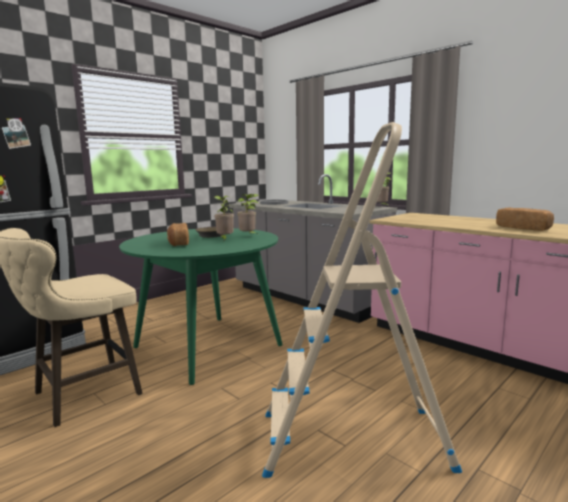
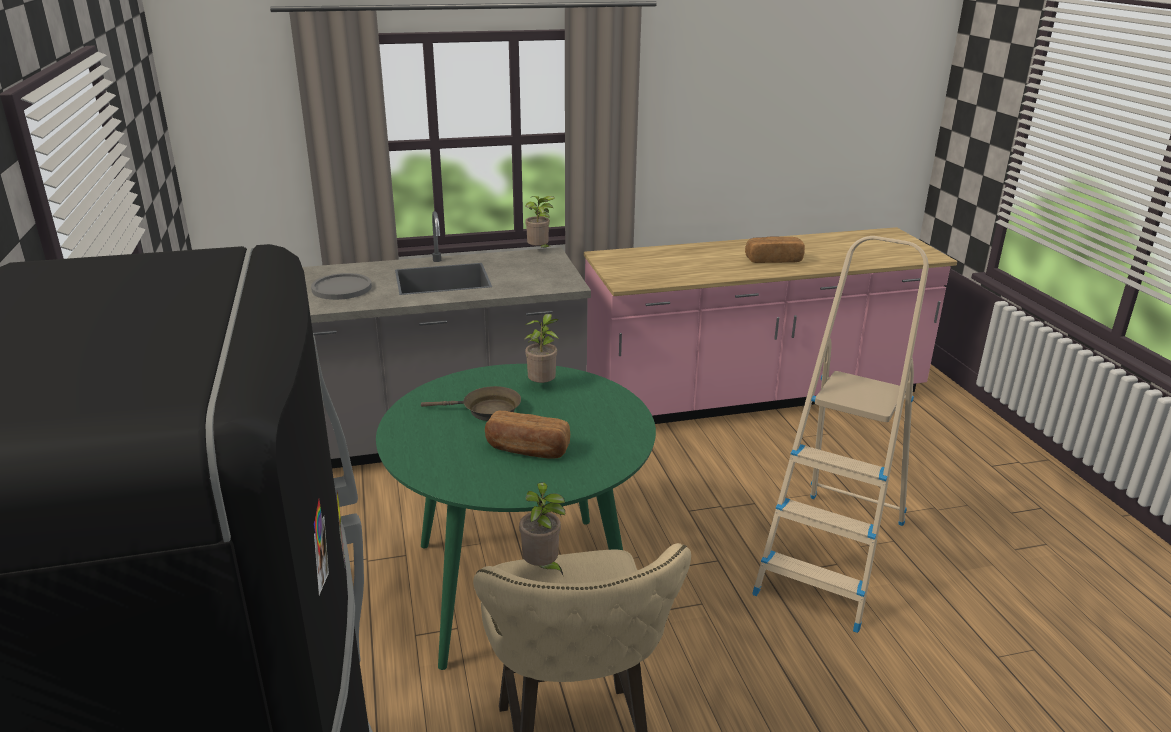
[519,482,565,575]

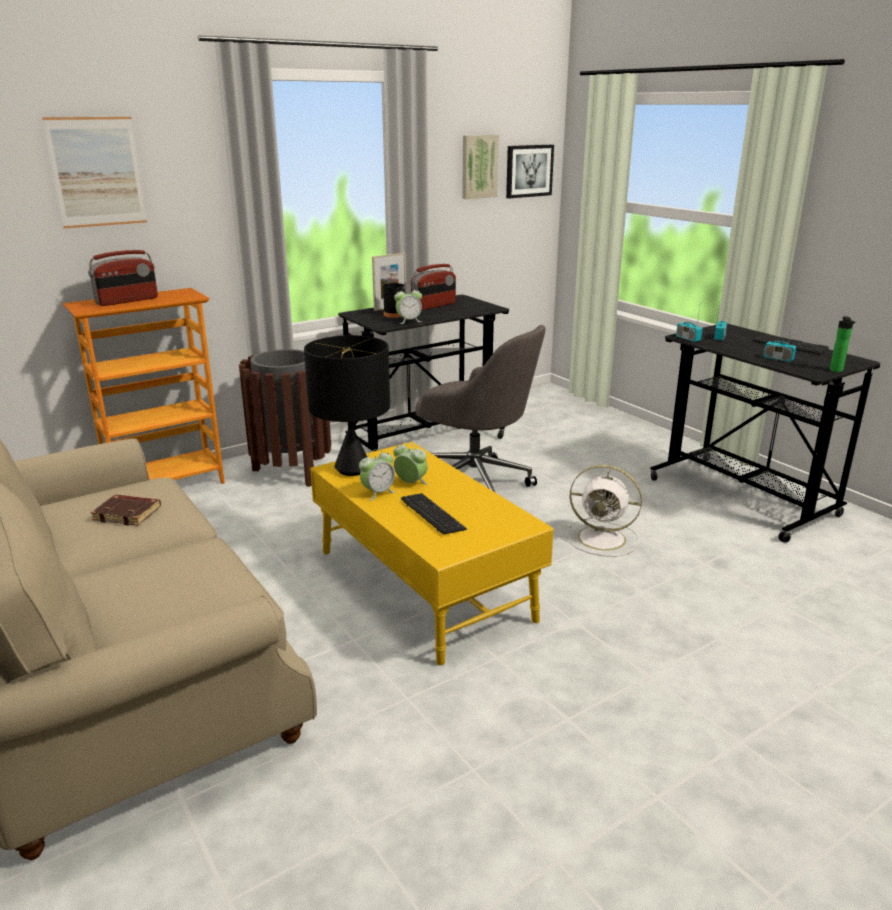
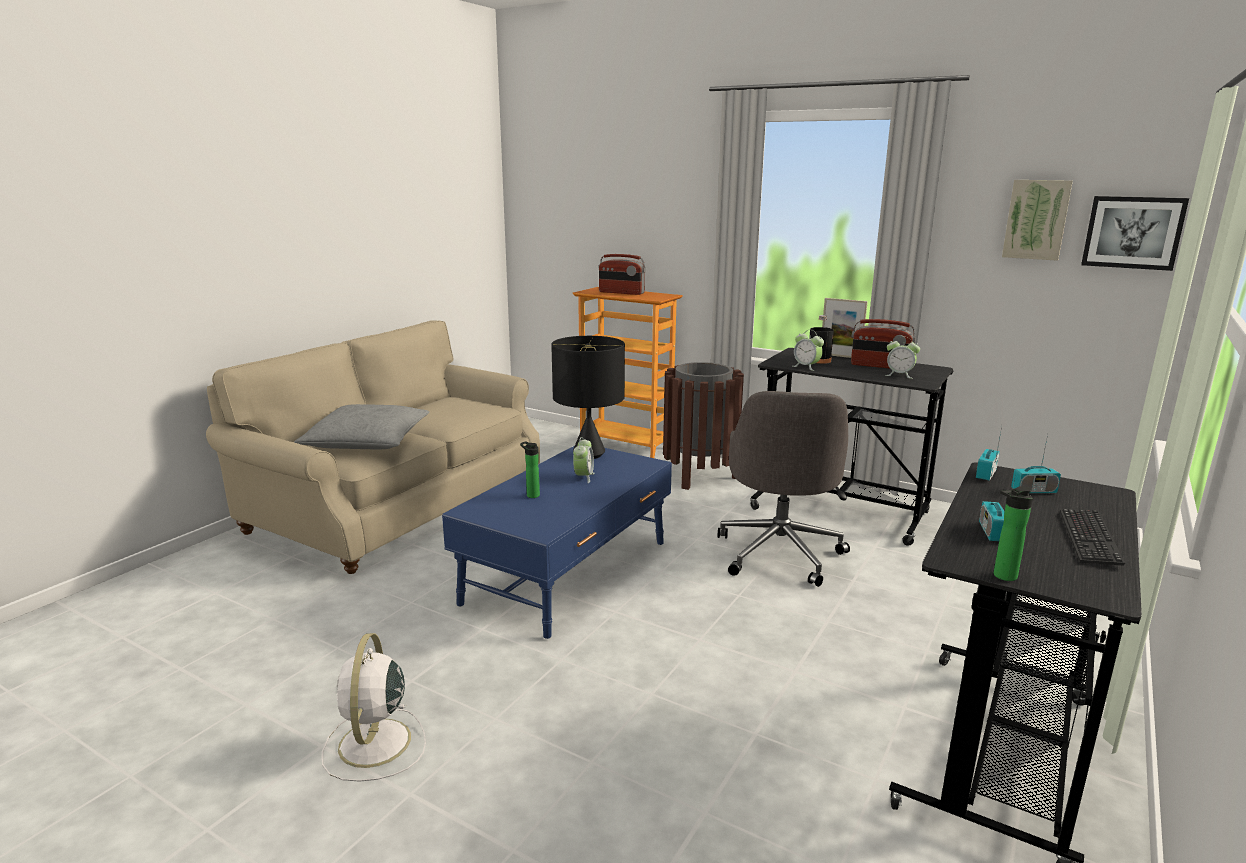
[42,117,147,229] (first image)
[442,446,672,639]
[885,337,920,379]
[322,633,426,782]
[520,441,540,498]
[91,495,161,526] (first image)
[294,404,429,449]

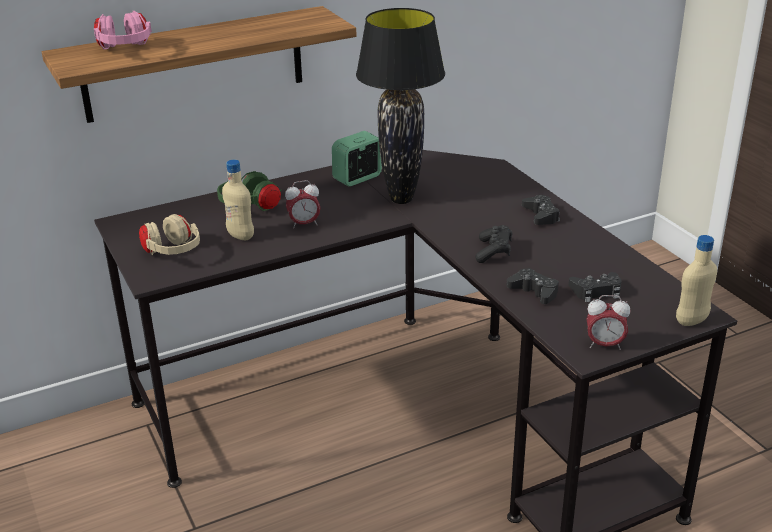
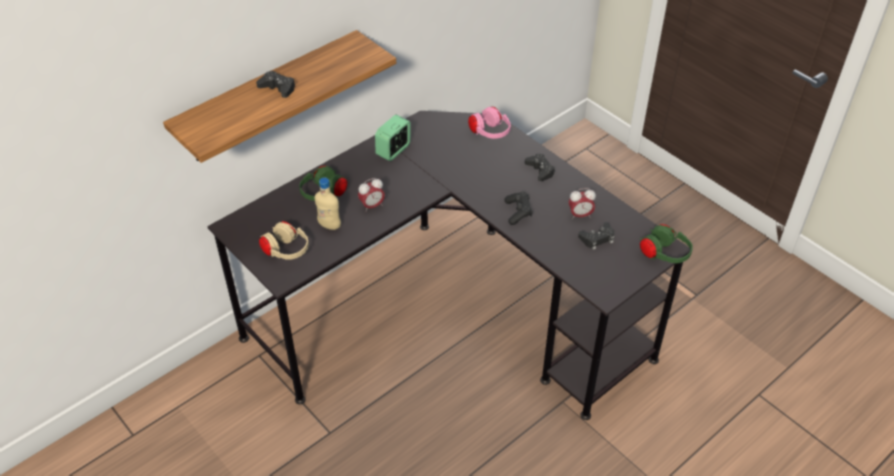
[356,8,445,204] (first image)
[468,107,511,139]
[640,224,693,263]
[256,71,295,98]
[569,188,596,219]

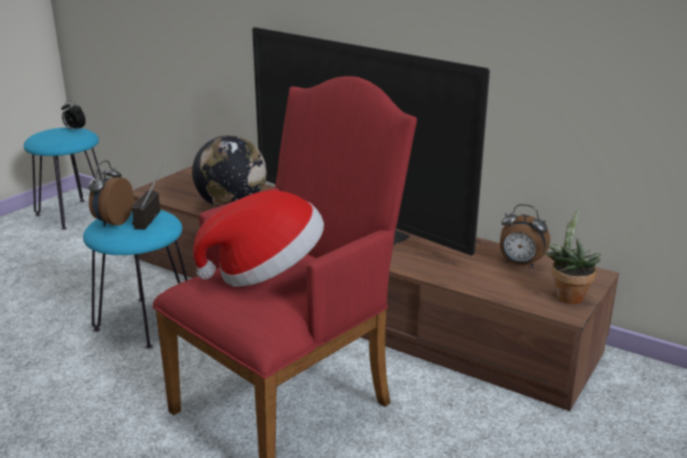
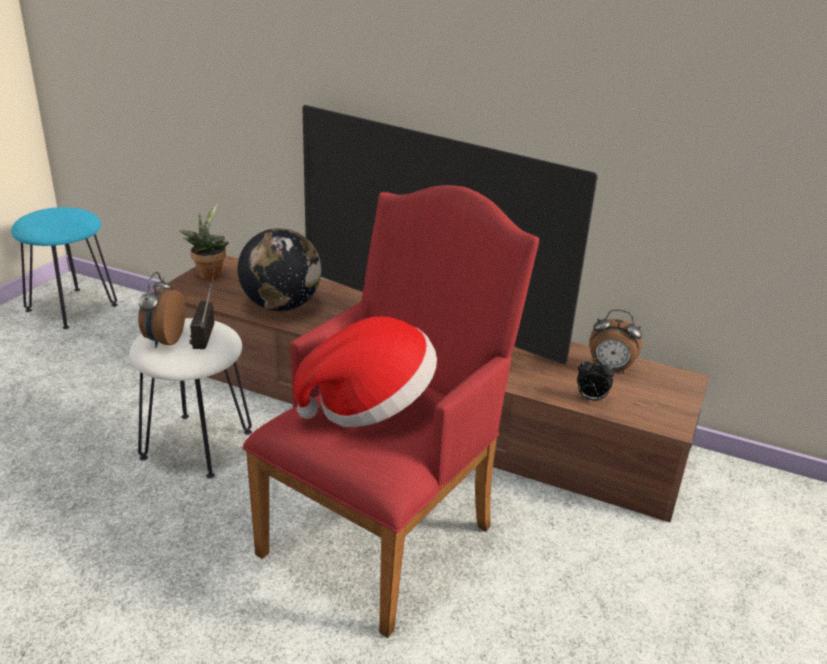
[577,358,615,401]
[178,202,229,280]
[129,318,252,478]

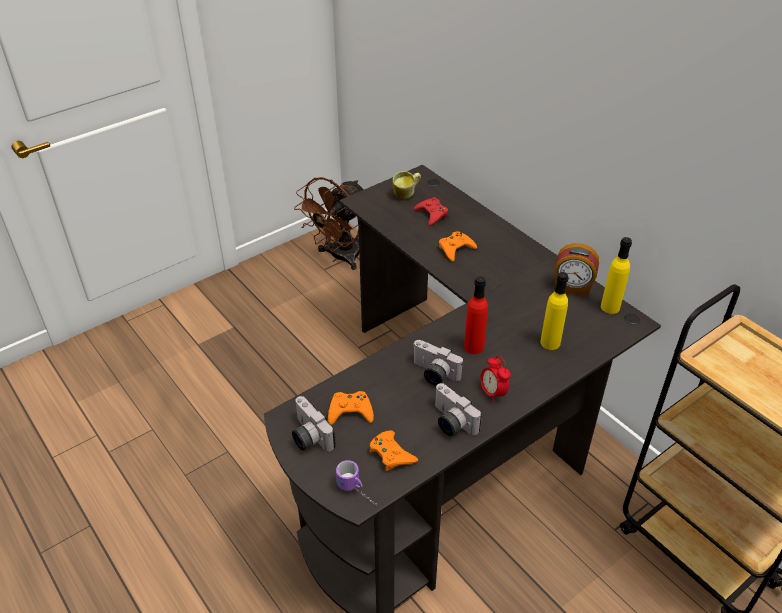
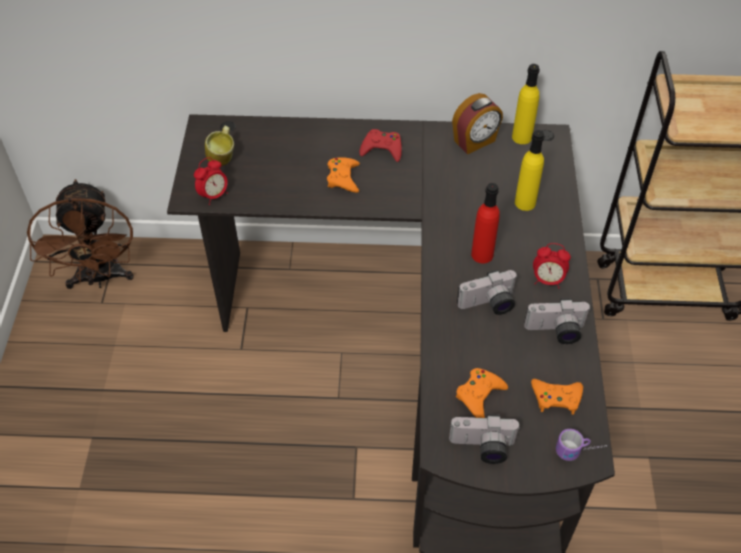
[359,129,402,162]
[194,157,228,205]

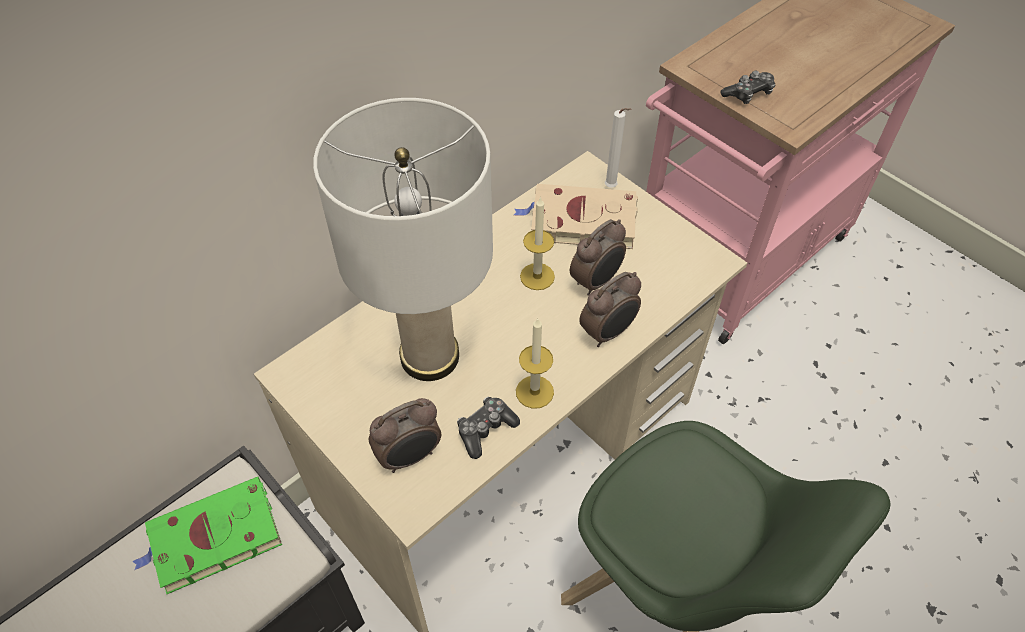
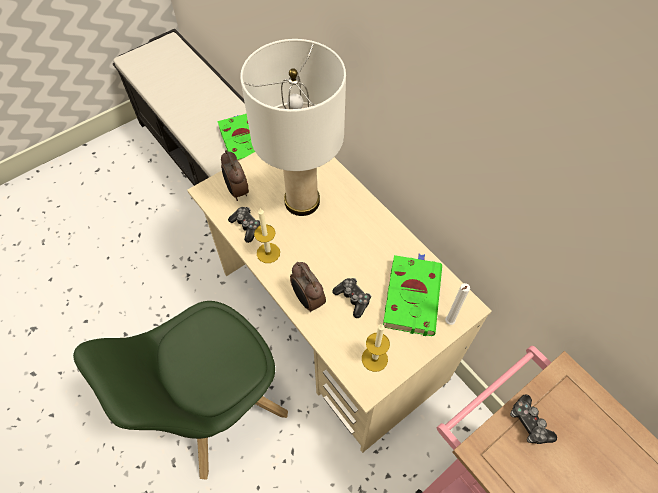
[383,254,442,336]
[362,324,390,372]
[332,278,371,318]

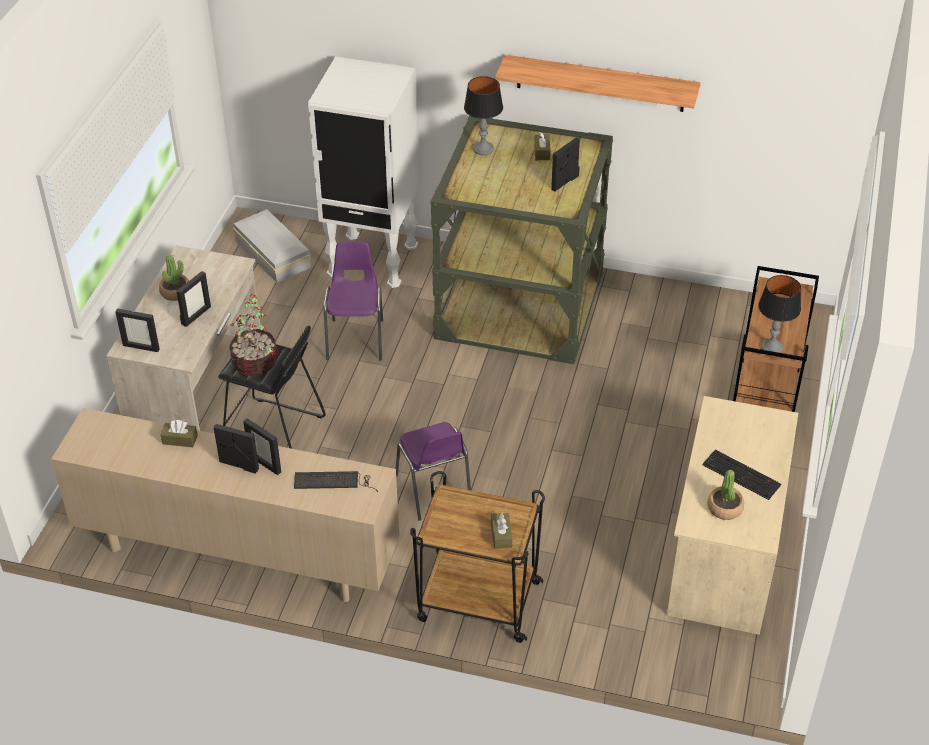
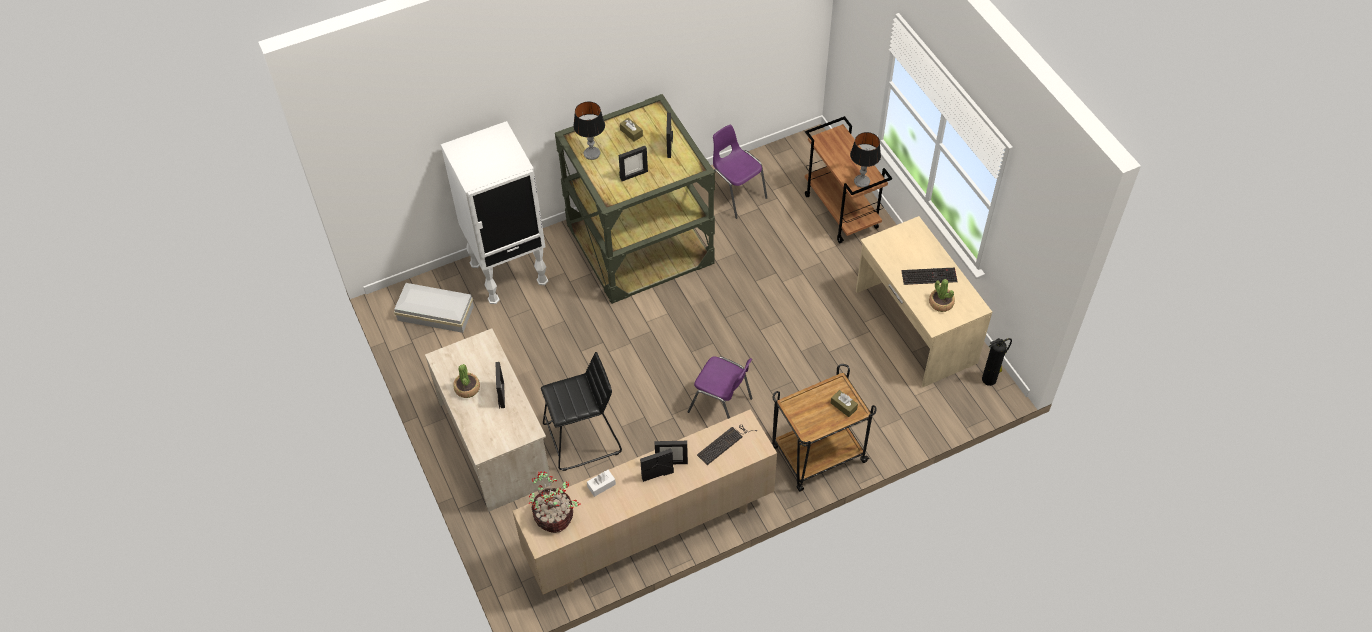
[495,55,701,112] (first image)
[708,125,767,219]
[529,471,581,533]
[619,146,648,181]
[587,470,616,497]
[982,338,1012,386]

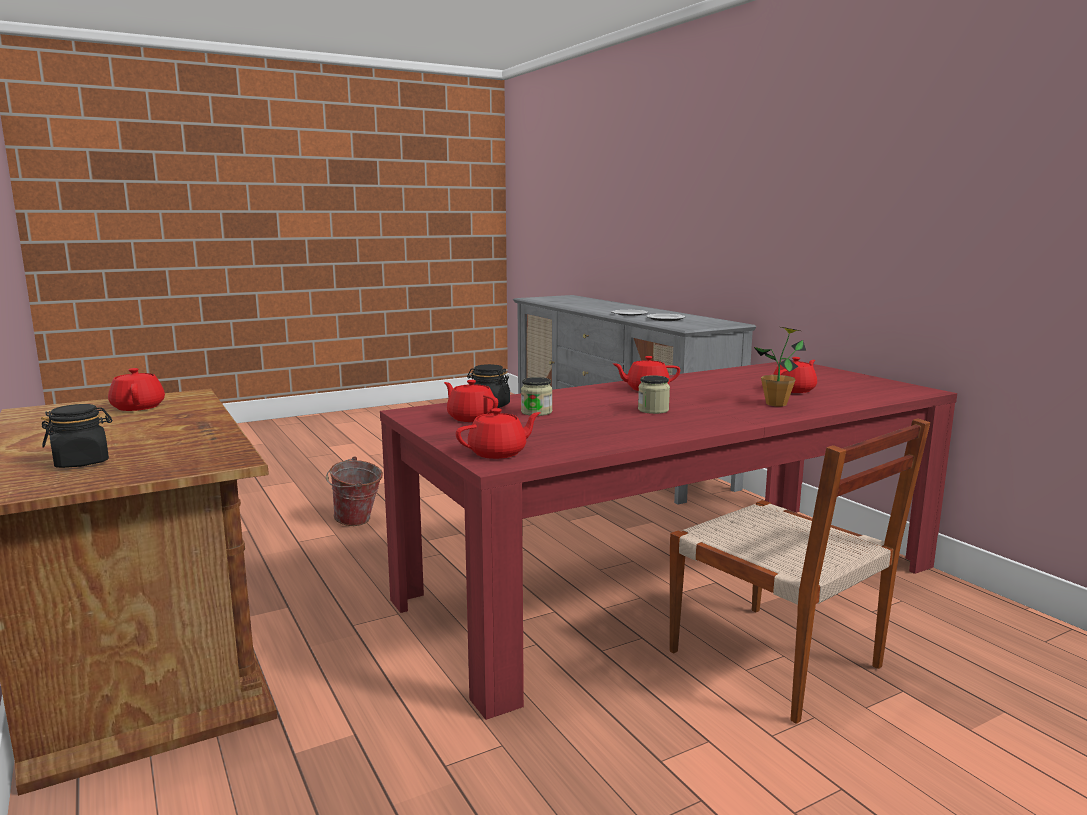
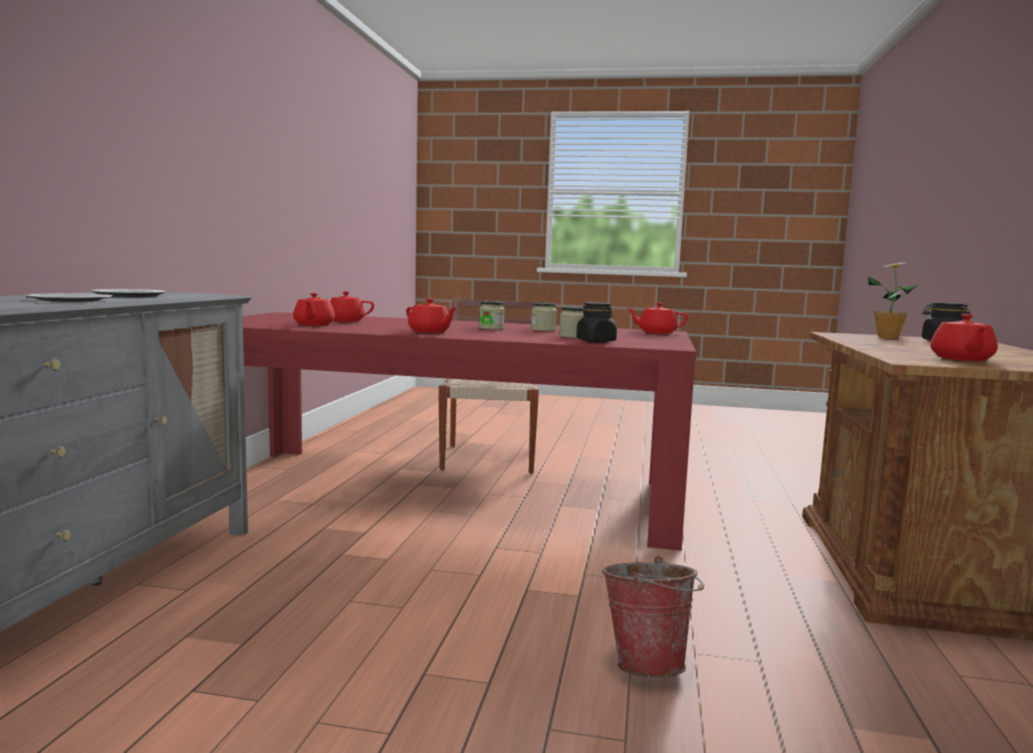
[868,262,918,338]
[293,293,335,325]
[531,303,557,331]

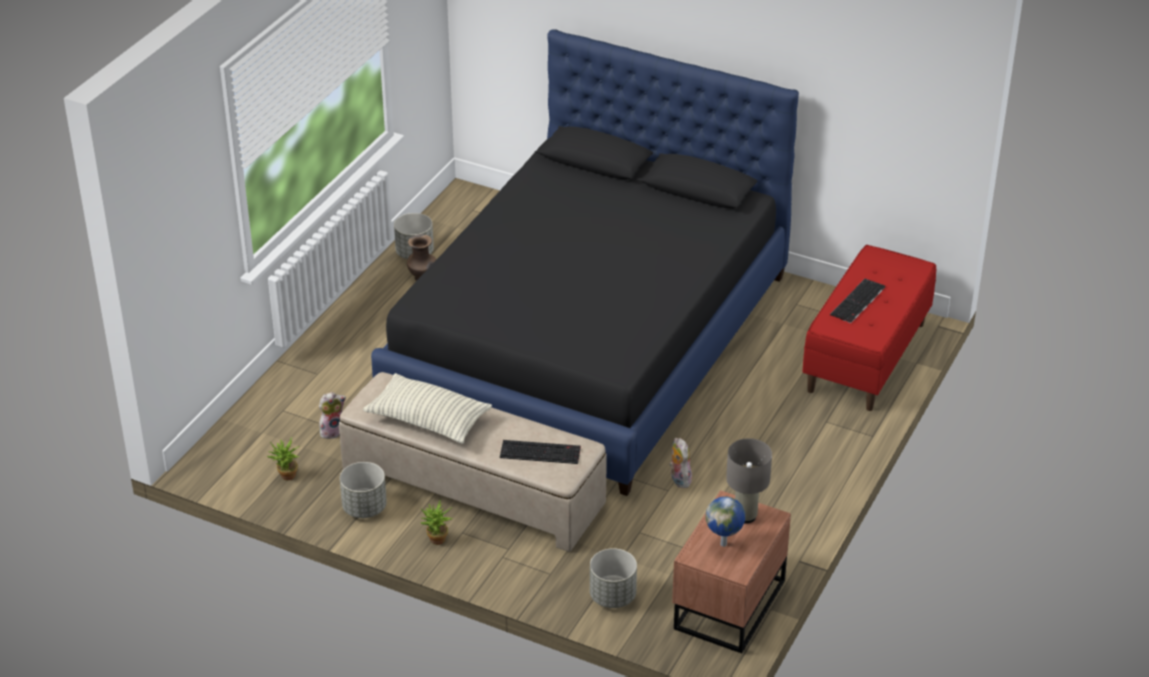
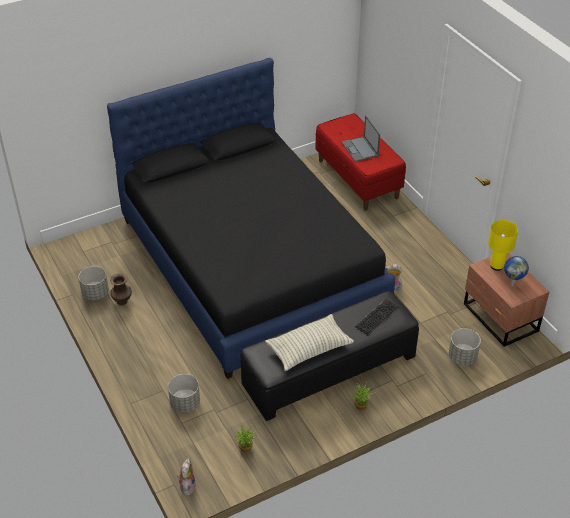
[341,115,380,162]
[240,291,419,421]
[177,458,196,496]
[488,220,518,271]
[168,374,200,413]

